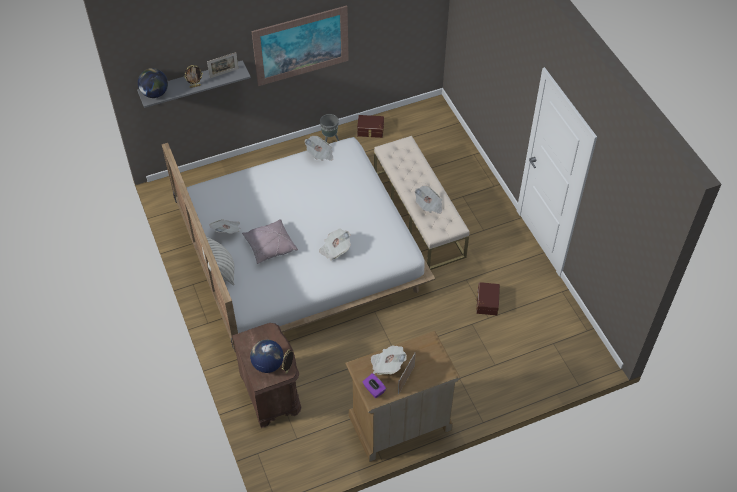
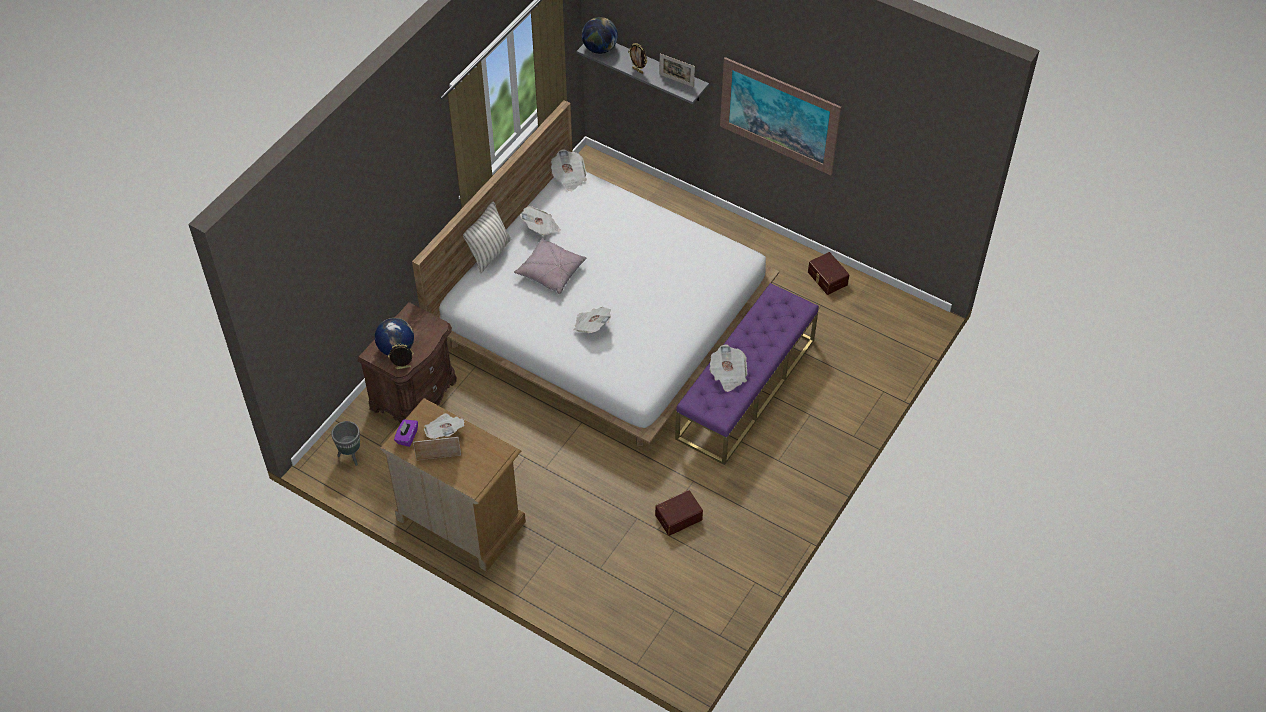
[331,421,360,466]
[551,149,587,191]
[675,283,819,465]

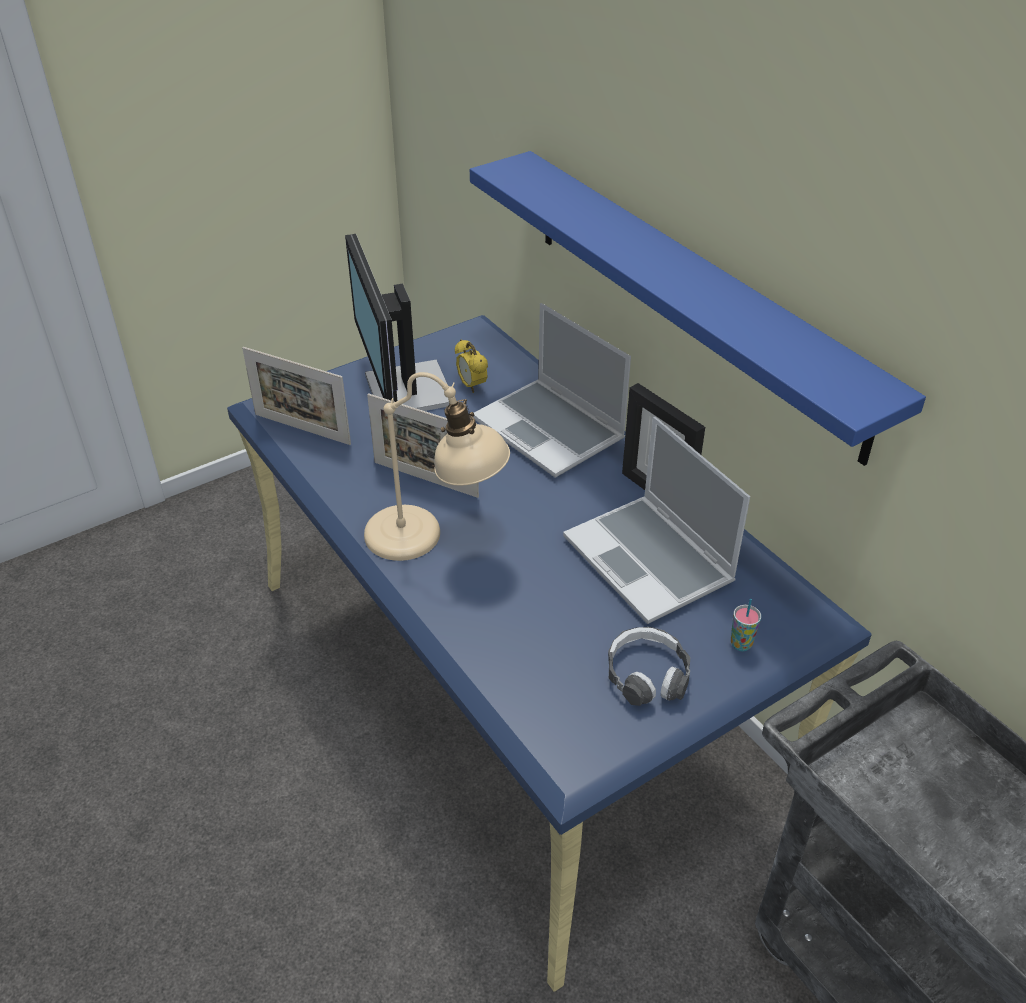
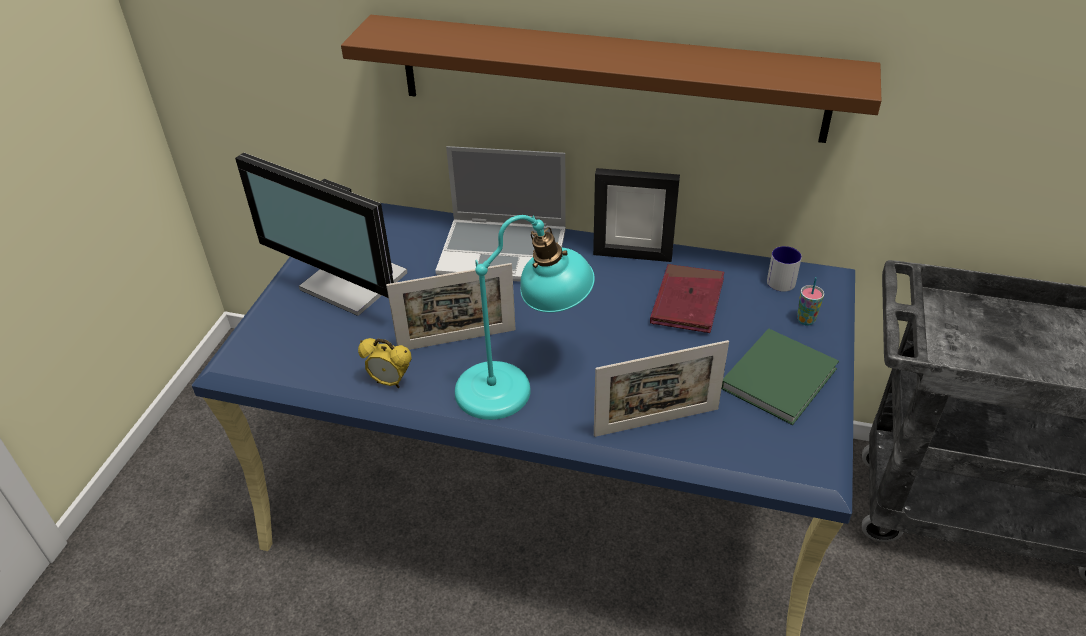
[341,15,881,143]
[358,338,412,388]
[594,340,729,437]
[455,215,595,420]
[650,264,724,333]
[722,328,839,425]
[767,246,802,292]

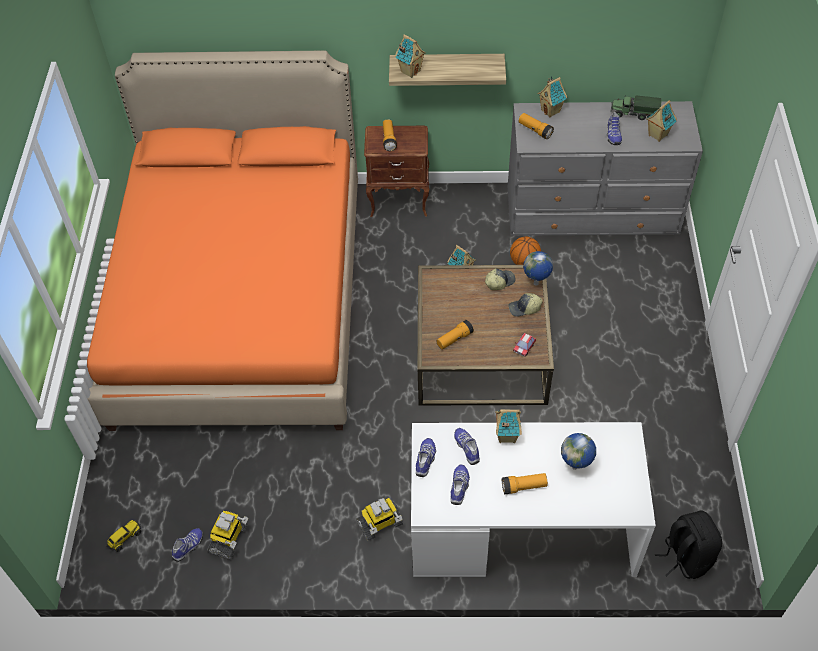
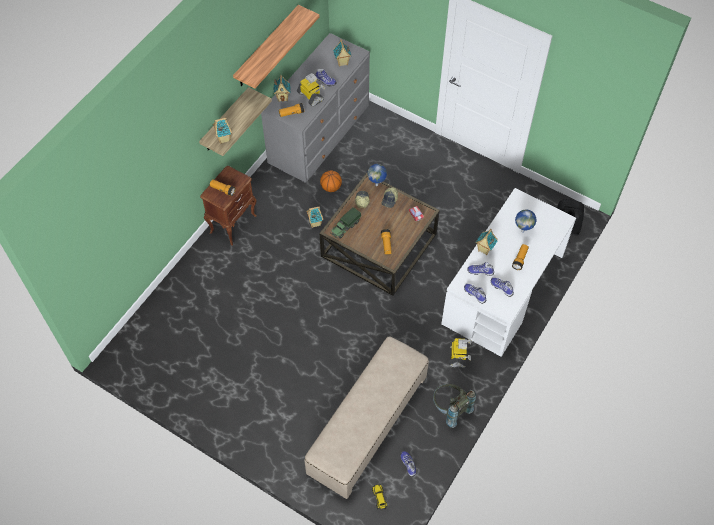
[87,50,358,431] (first image)
[331,207,361,239]
[297,73,325,107]
[233,5,319,89]
[304,336,429,499]
[433,384,476,428]

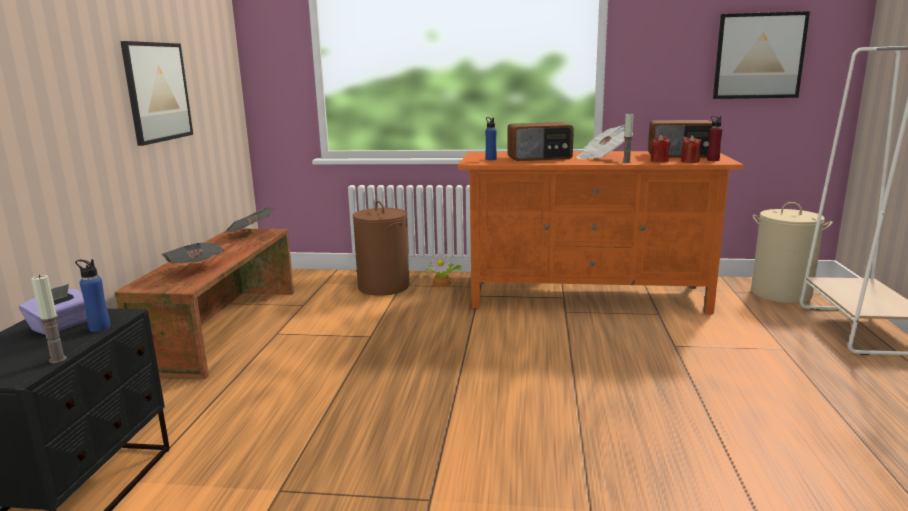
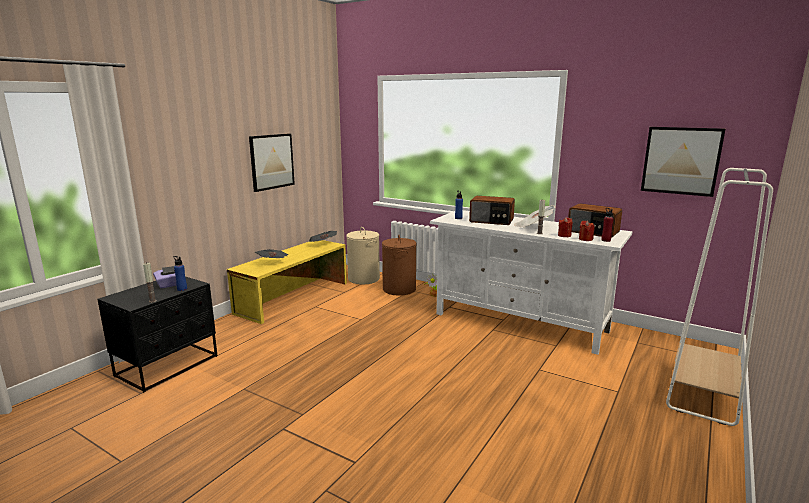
[430,210,633,355]
[346,227,380,284]
[227,240,347,324]

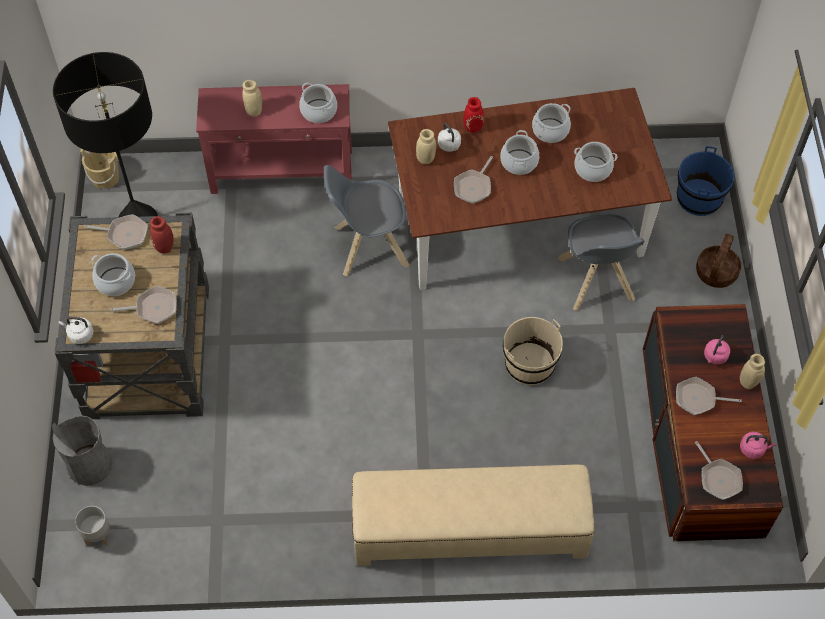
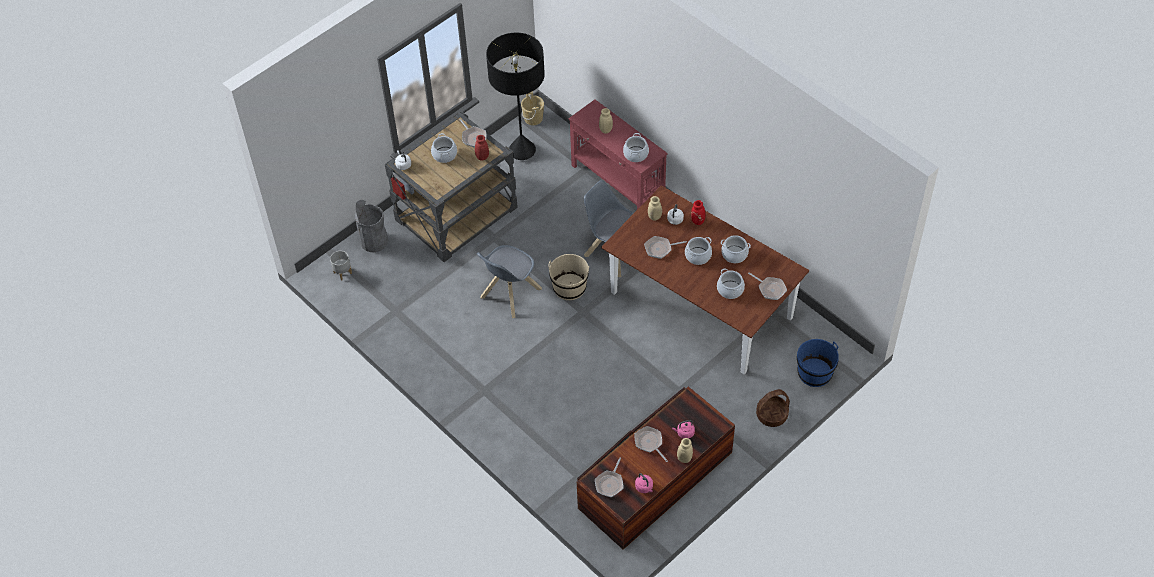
[476,245,542,318]
[748,272,787,300]
[548,254,589,300]
[352,465,595,566] (first image)

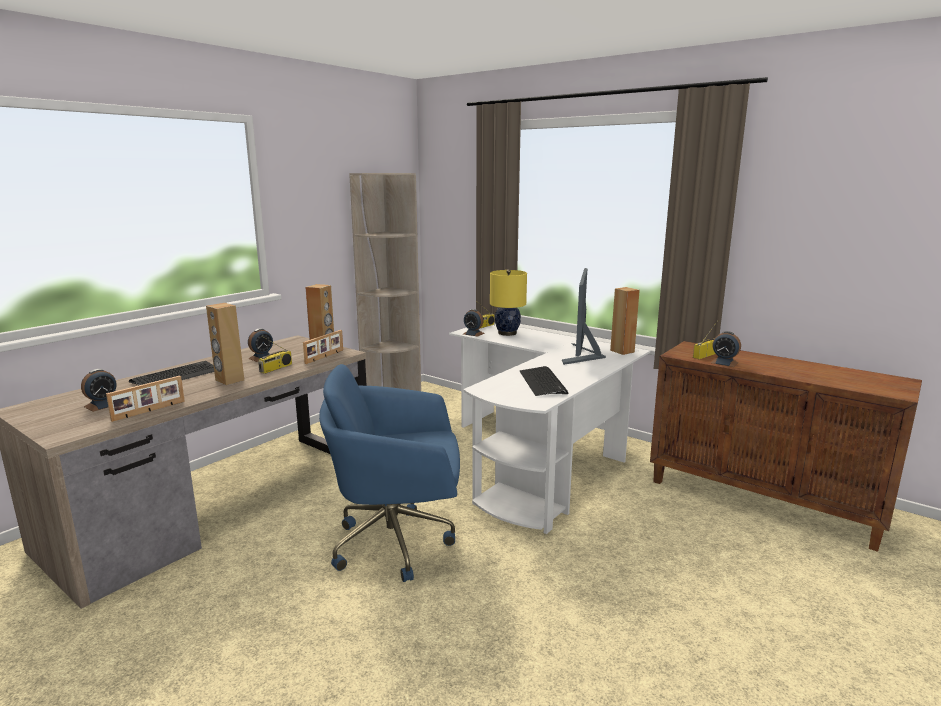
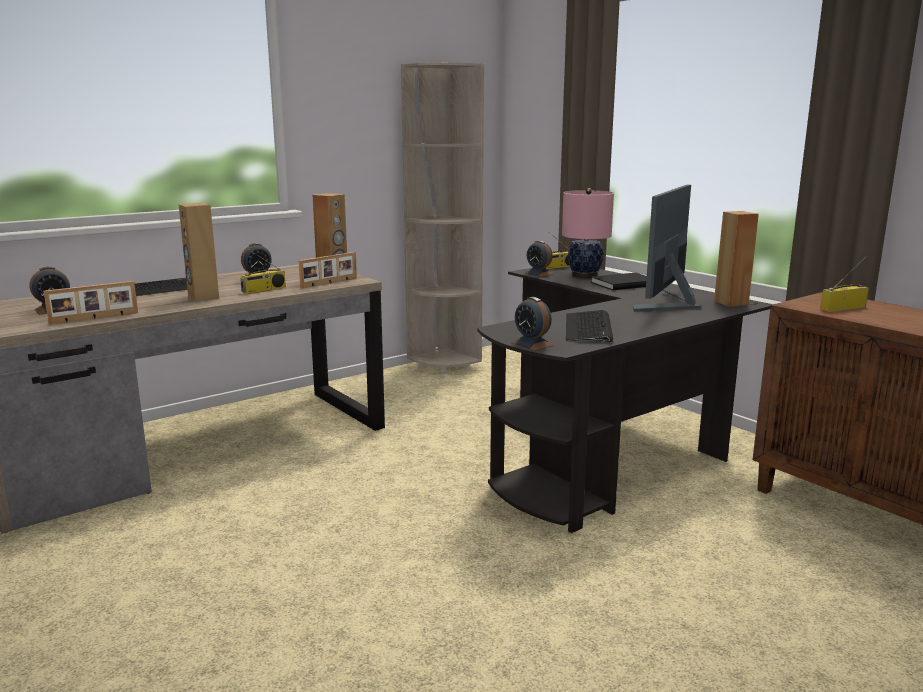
[562,188,614,278]
[477,267,773,533]
[511,297,554,351]
[319,364,460,582] (first image)
[590,273,647,290]

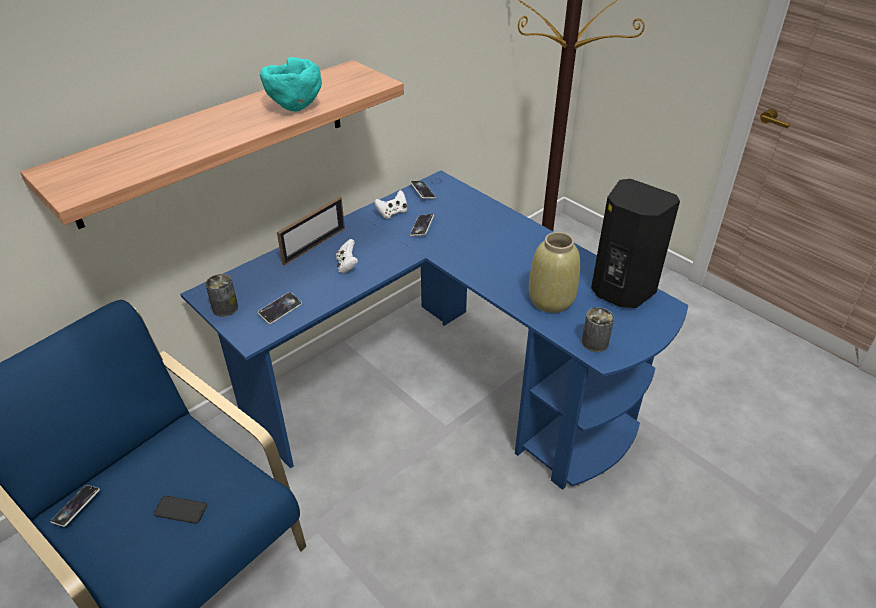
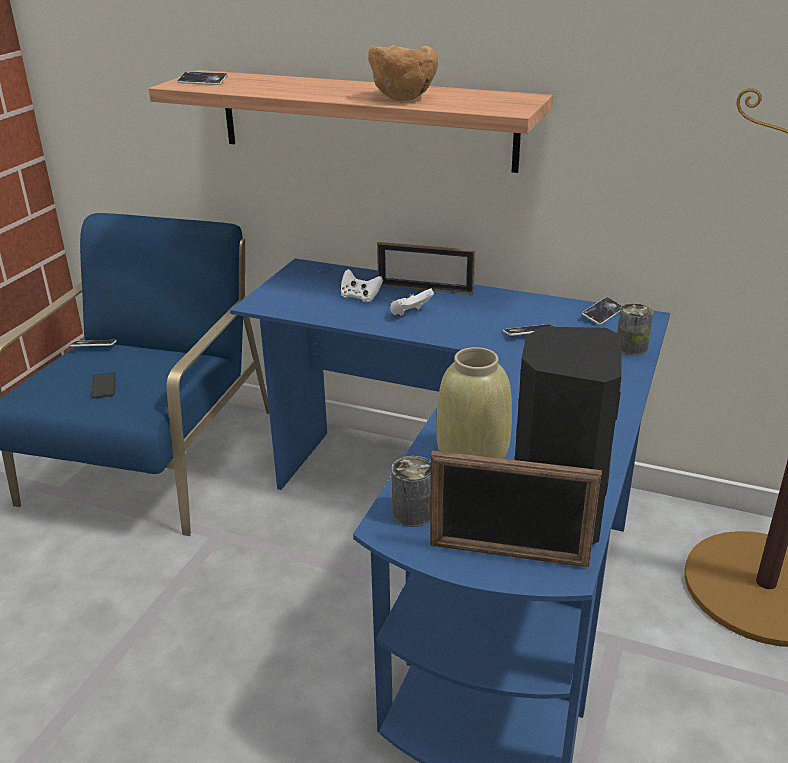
[368,45,438,101]
[341,269,383,302]
[617,303,653,355]
[177,72,228,85]
[430,451,602,567]

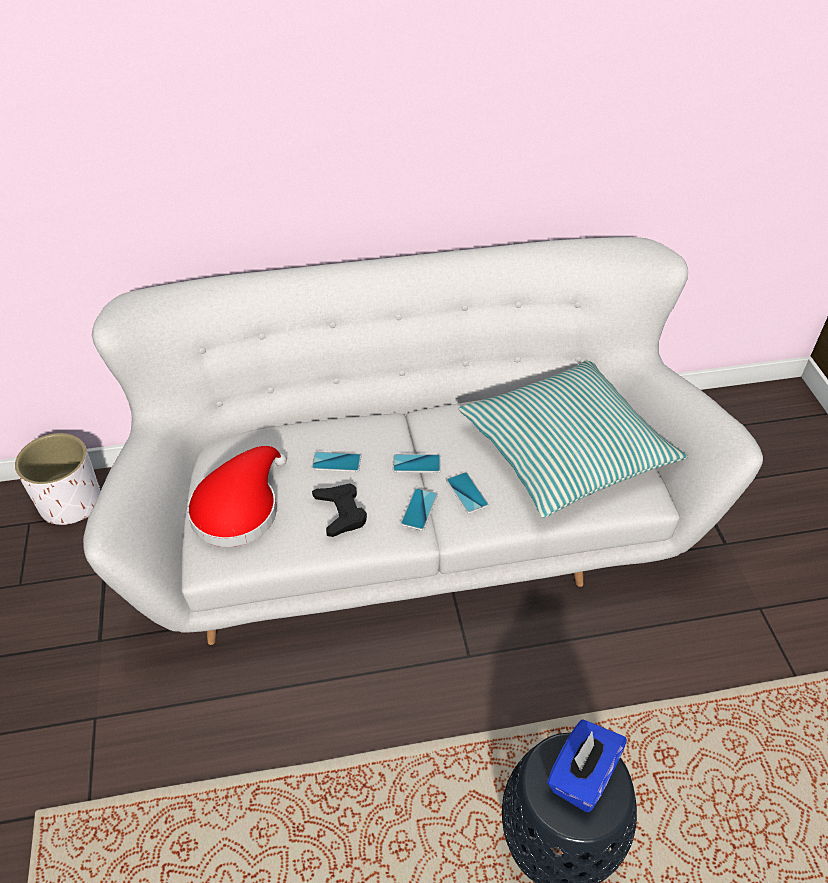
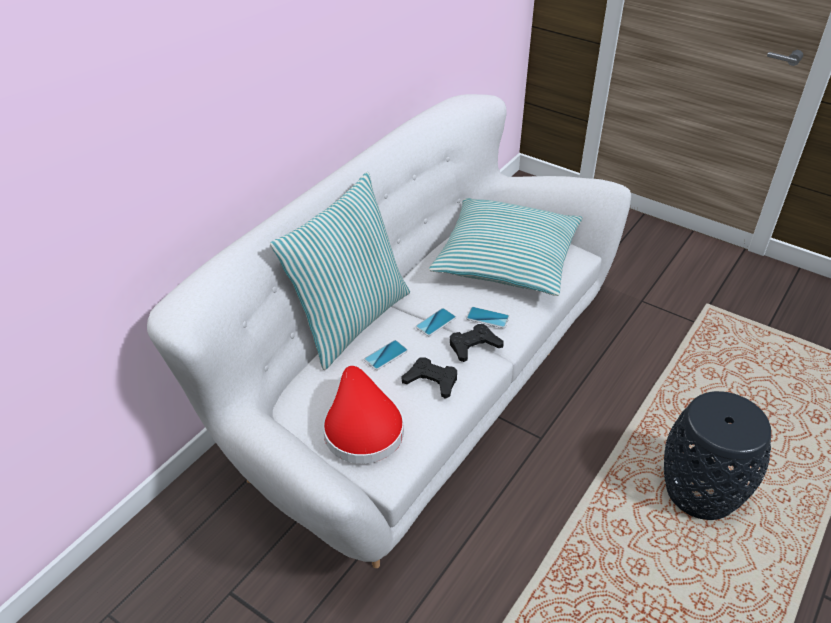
[15,433,101,525] (first image)
[450,324,504,362]
[547,719,627,812] (first image)
[270,172,410,370]

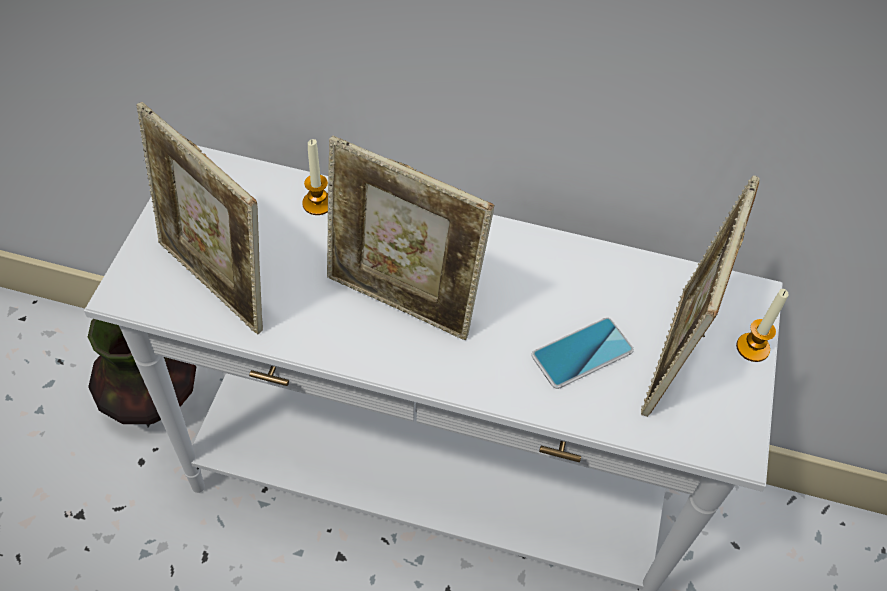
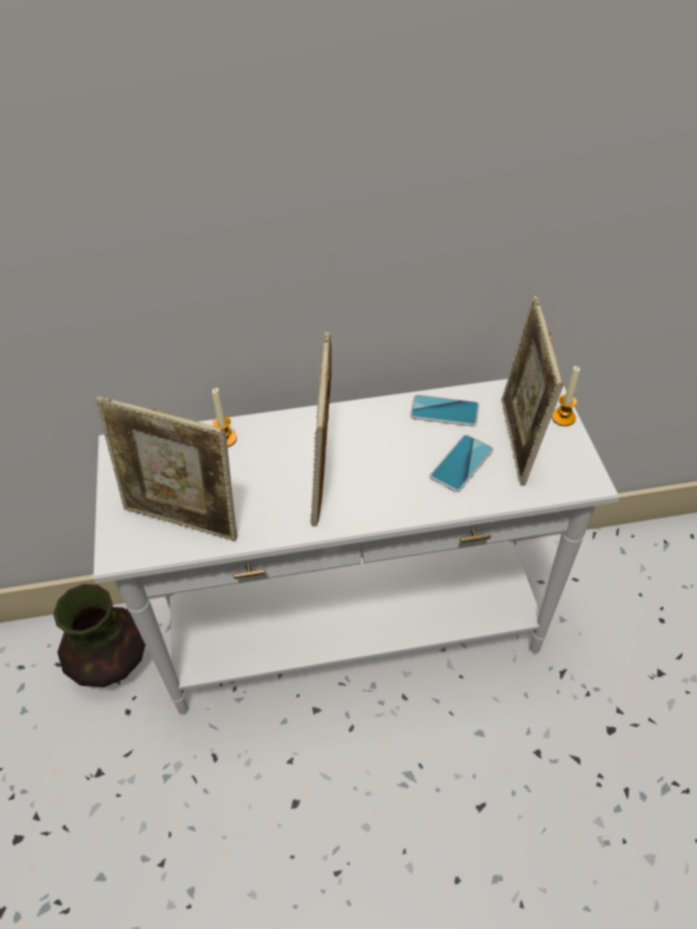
[310,332,332,526]
[410,395,479,426]

